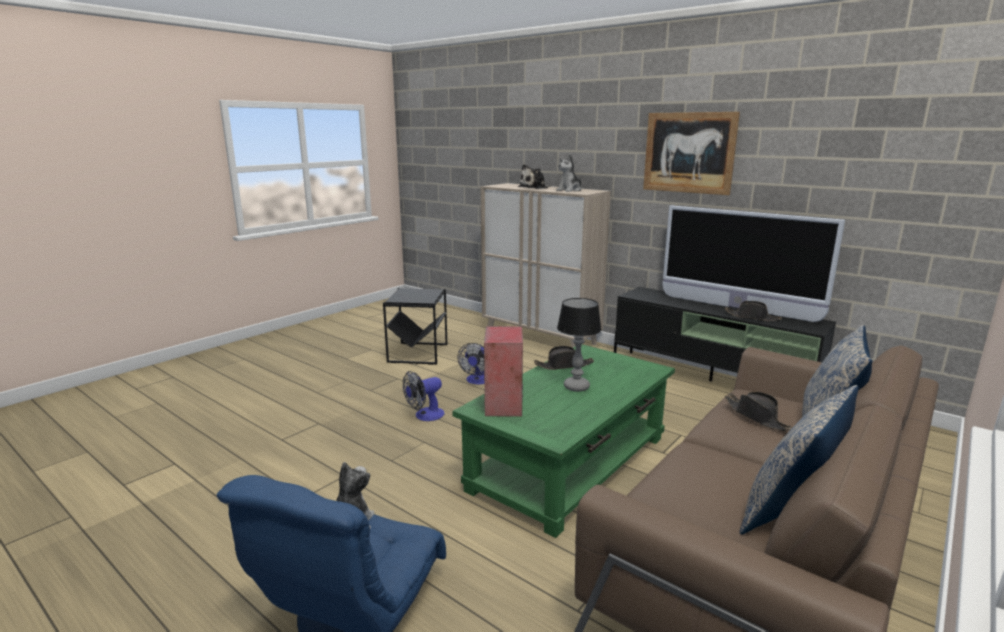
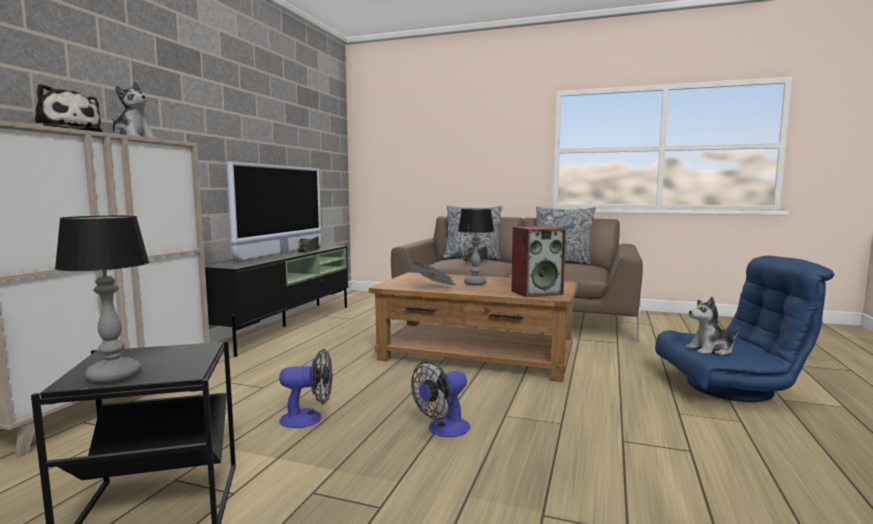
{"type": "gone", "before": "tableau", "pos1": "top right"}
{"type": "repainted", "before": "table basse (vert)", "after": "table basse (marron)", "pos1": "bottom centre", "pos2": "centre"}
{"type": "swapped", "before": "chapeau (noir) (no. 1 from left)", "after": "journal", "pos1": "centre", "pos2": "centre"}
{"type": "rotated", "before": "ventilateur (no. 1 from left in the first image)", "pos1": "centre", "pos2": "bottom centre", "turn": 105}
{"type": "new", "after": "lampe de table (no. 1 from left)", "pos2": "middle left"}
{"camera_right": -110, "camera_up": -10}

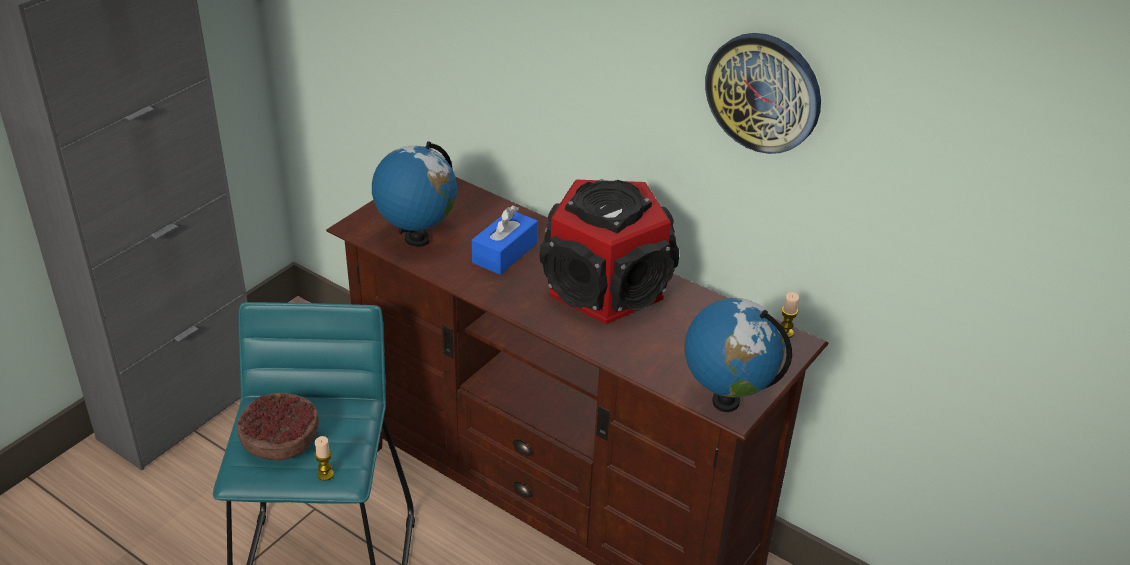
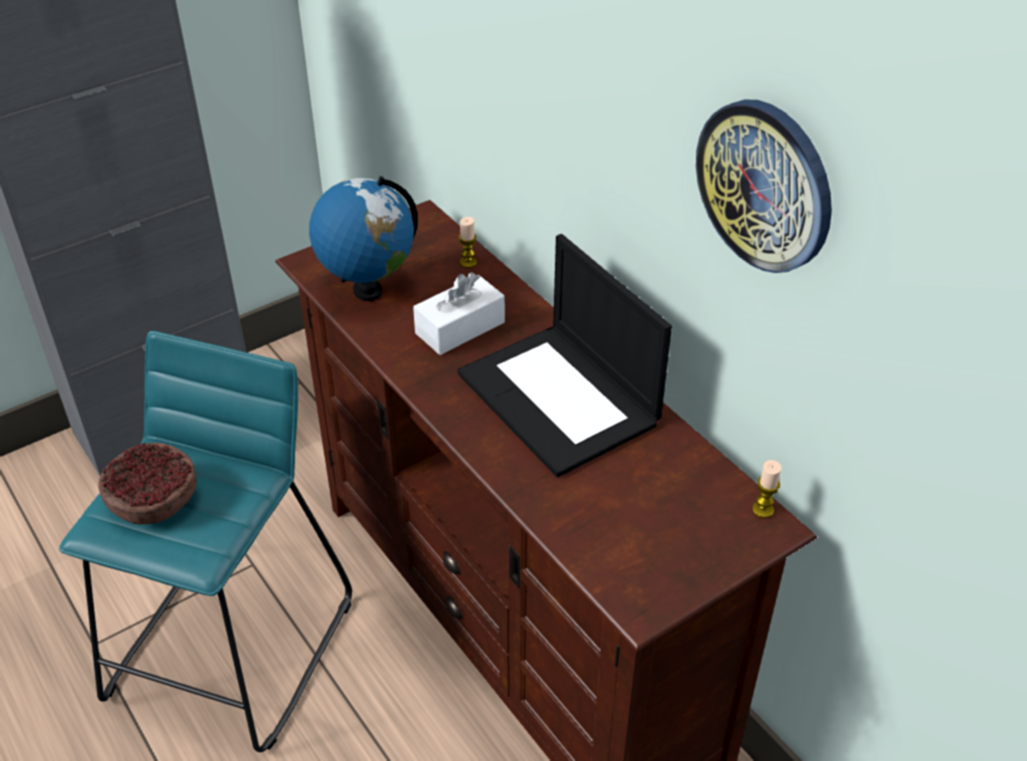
{"type": "swapped", "before": "enceinte", "after": "ordinateur portable", "pos1": "centre", "pos2": "centre"}
{"type": "repainted", "before": "boîte à mouchoirs (bleu)", "after": "boîte à mouchoirs (blanc)", "pos1": "centre", "pos2": "centre"}
{"type": "gone", "before": "globe (no. 2 from left)", "pos1": "centre"}
{"type": "shifted", "before": "bougie (no. 1 from left)", "pos1": "bottom left", "pos2": "top centre"}
{"camera_right": 20, "camera_up": 5}

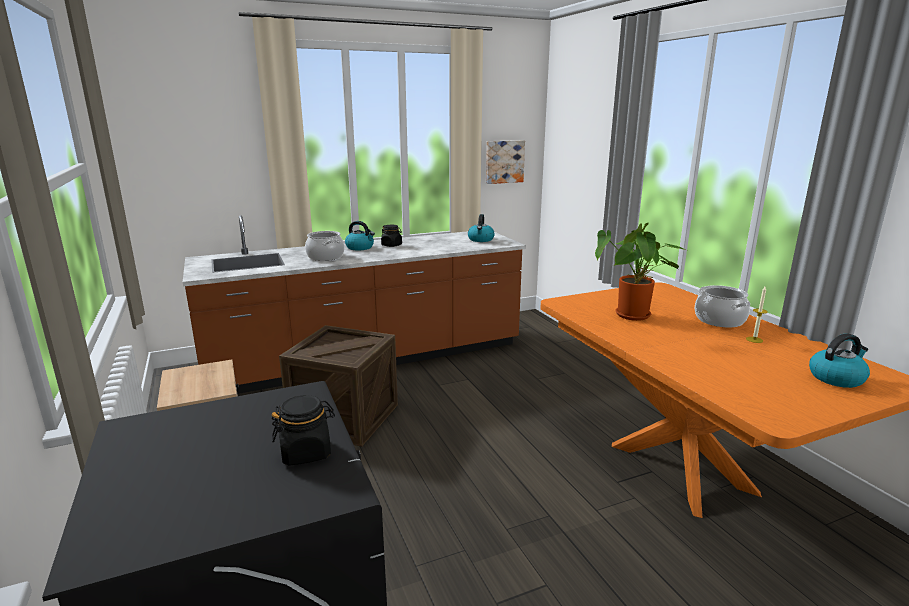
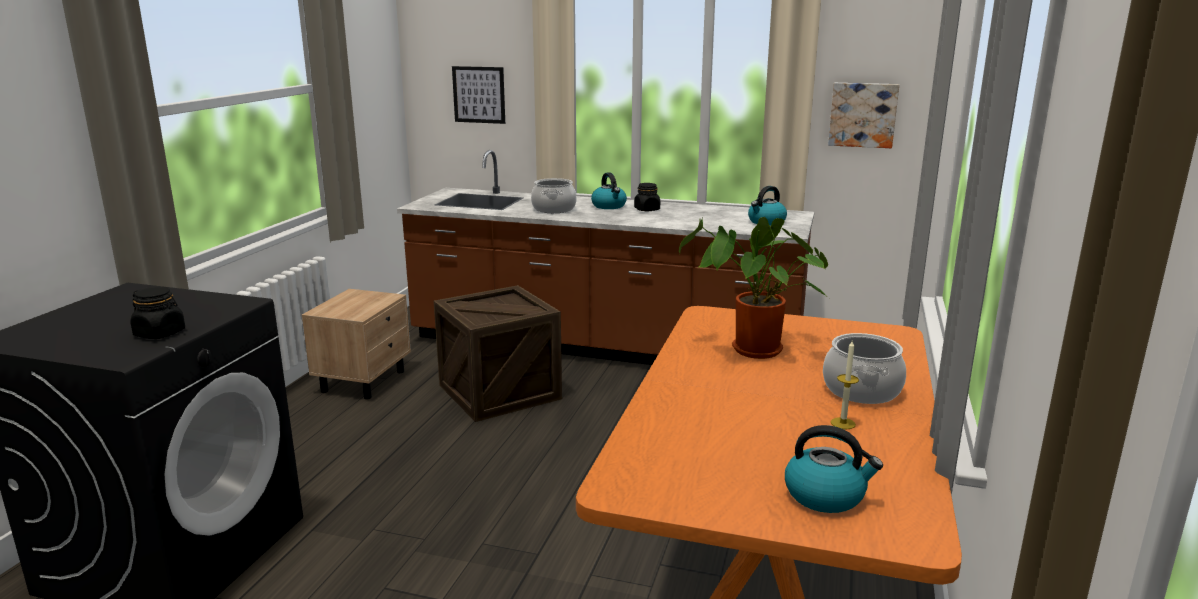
{"type": "new", "after": "tableau (no. 1 from left)", "pos2": "top centre"}
{"camera_right": 40, "camera_up": 0}

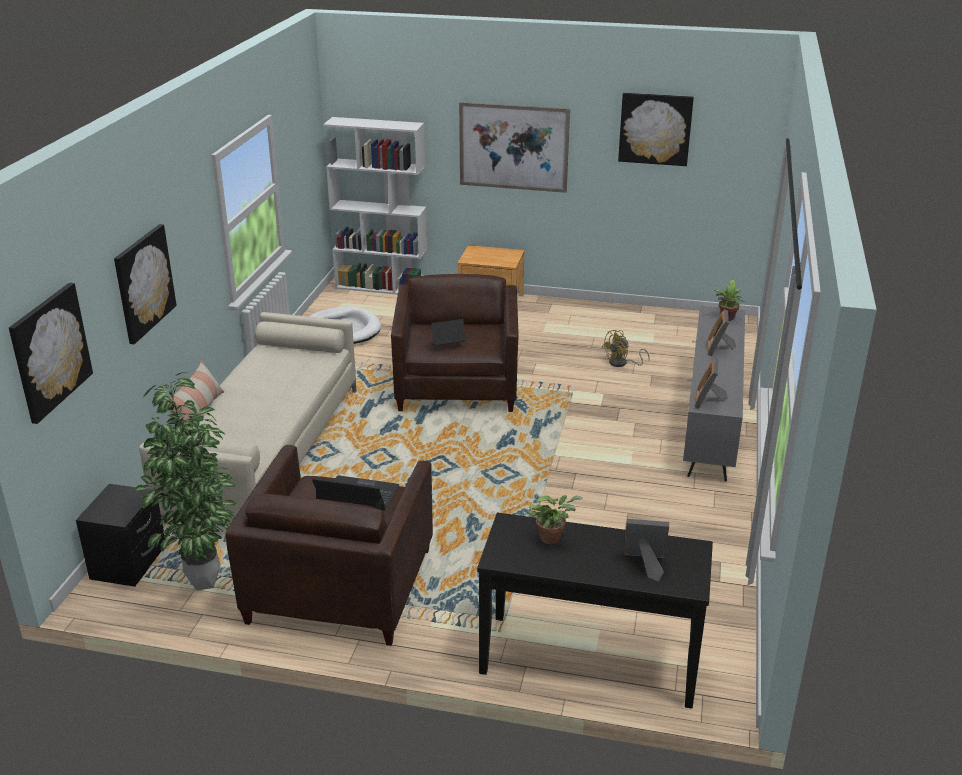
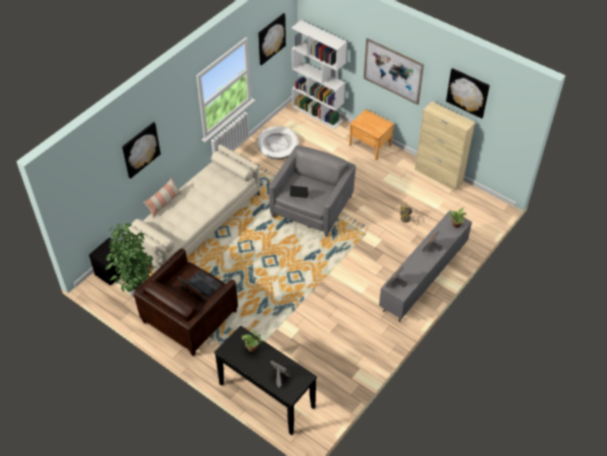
{"type": "repainted", "before": "fauteuil (marron) (no. 2 from left)", "after": "fauteuil (gris)", "pos1": "centre", "pos2": "centre"}
{"type": "shifted", "before": "tableau (no. 1 from left in the first image)", "after": "tableau (no. 2 from left)", "pos1": "middle left", "pos2": "top centre"}
{"type": "new", "after": "meuble de rangement (beige)", "pos2": "top right"}
{"camera_right": 25, "camera_up": 20}

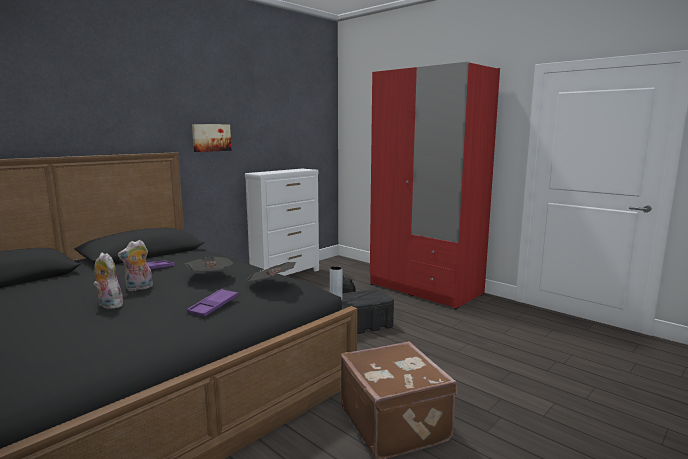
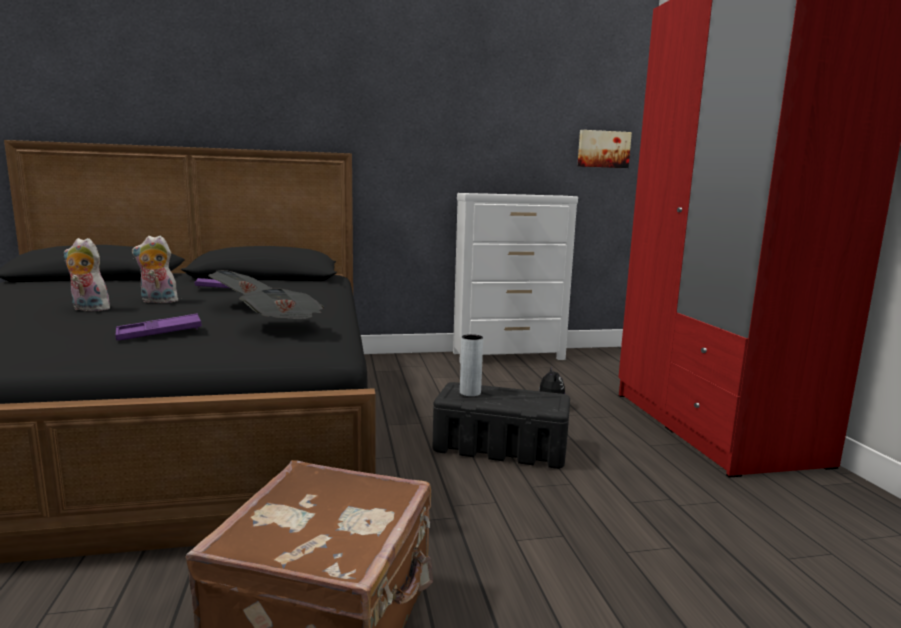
{"type": "shifted", "before": "tableau", "pos1": "top left", "pos2": "top right"}
{"type": "rotated", "before": "peluche (no. 1 from left)", "pos1": "middle left", "pos2": "middle left", "turn": -60}
{"camera_right": 35, "camera_up": 0}

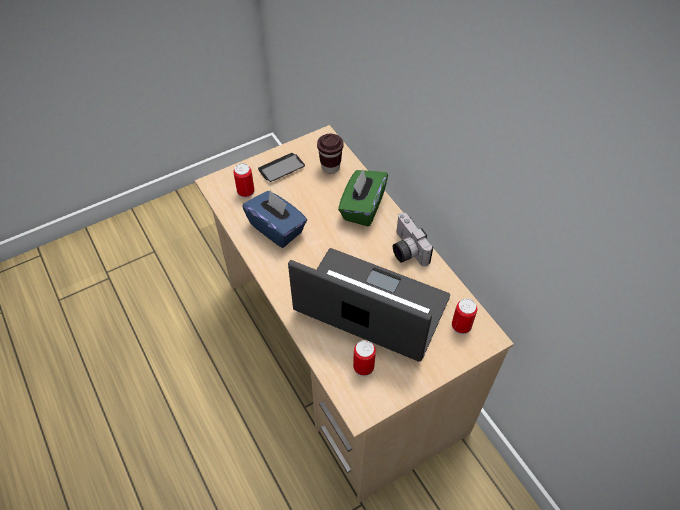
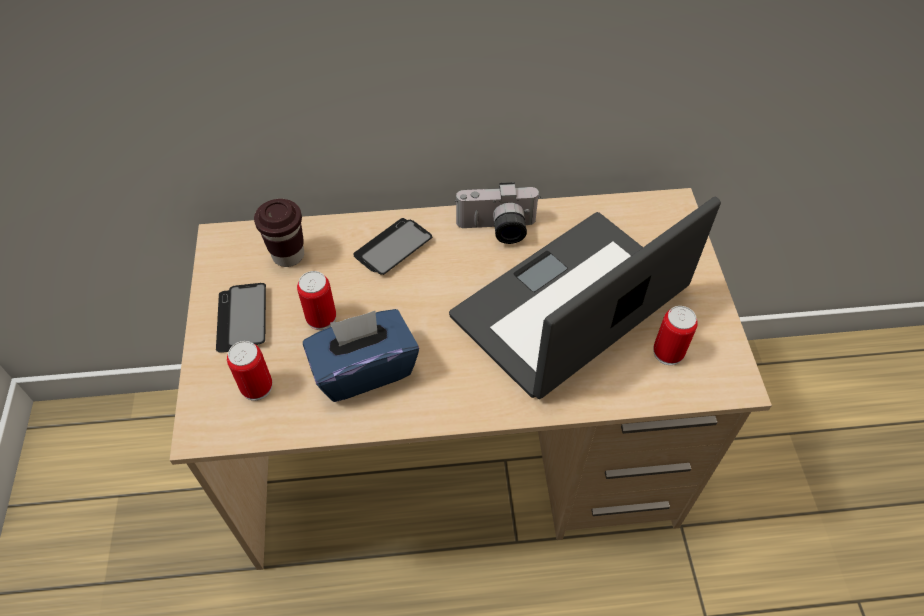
{"type": "swapped", "before": "boîte à mouchoirs (vert)", "after": "téléphone (no. 2 from left)", "pos1": "centre", "pos2": "centre"}
{"type": "shifted", "before": "boîte métallique (no. 3 from left in the first image)", "after": "boîte métallique (no. 2 from left)", "pos1": "middle right", "pos2": "centre"}
{"camera_right": -65, "camera_up": 0}

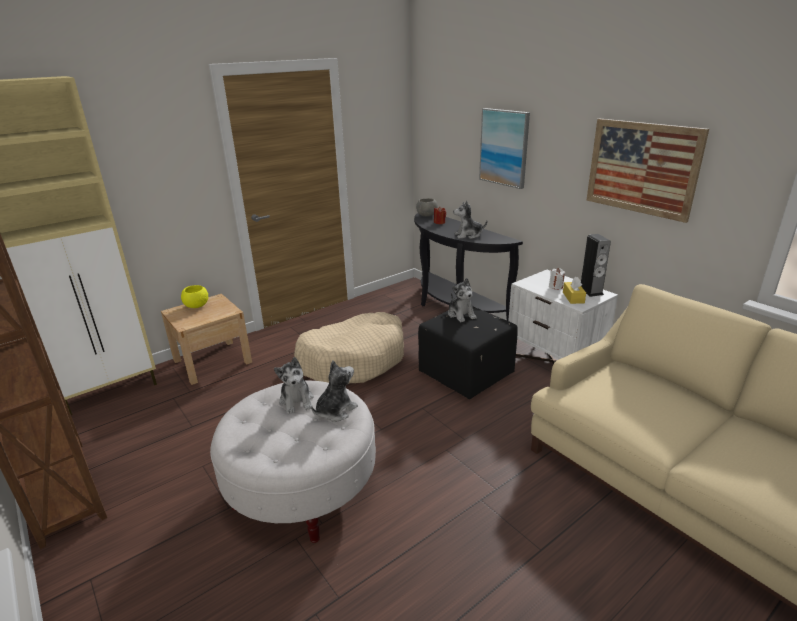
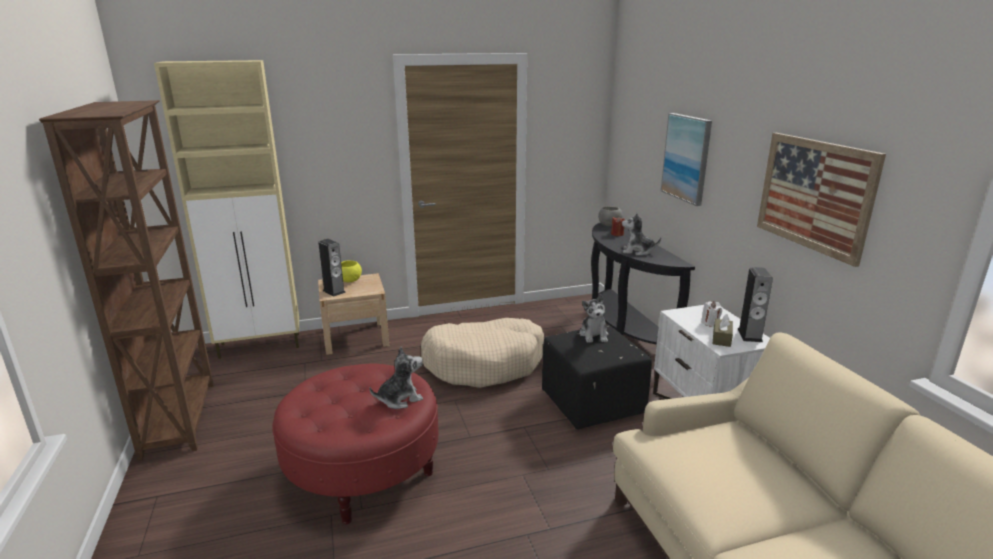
{"type": "repainted", "before": "boîte à mouchoirs (jaune)", "after": "boîte à mouchoirs (marron)", "pos1": "middle right", "pos2": "middle right"}
{"type": "gone", "before": "peluche (no. 1 from left)", "pos1": "centre"}
{"type": "repainted", "before": "pouf (blanc)", "after": "pouf (rouge)", "pos1": "bottom centre", "pos2": "bottom centre"}
{"type": "new", "after": "enceinte (no. 1 from left)", "pos2": "centre"}
{"camera_right": 20, "camera_up": -5}

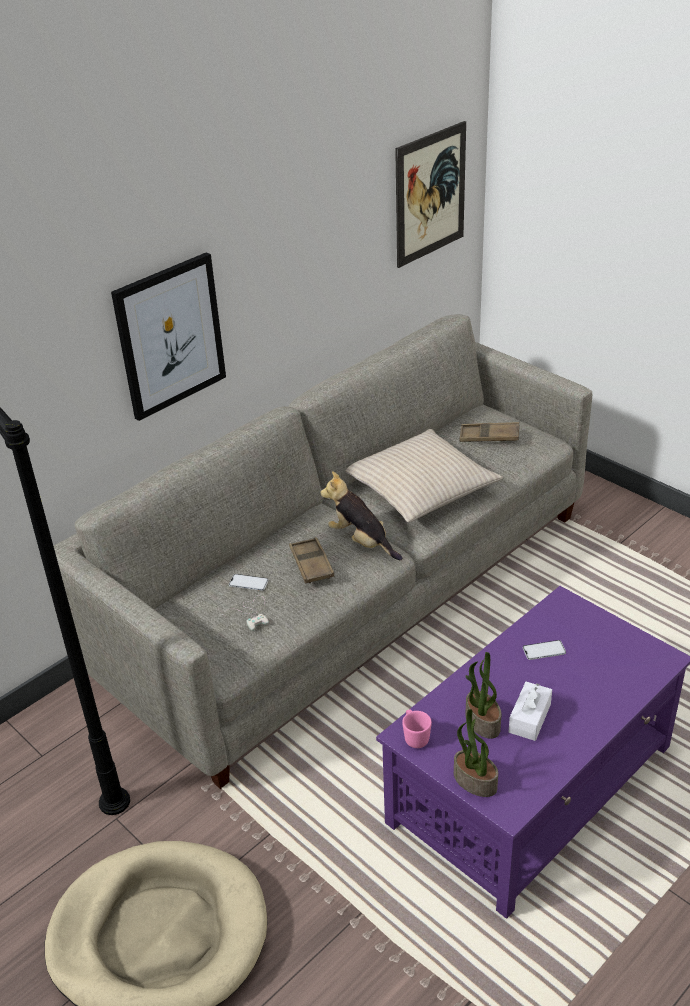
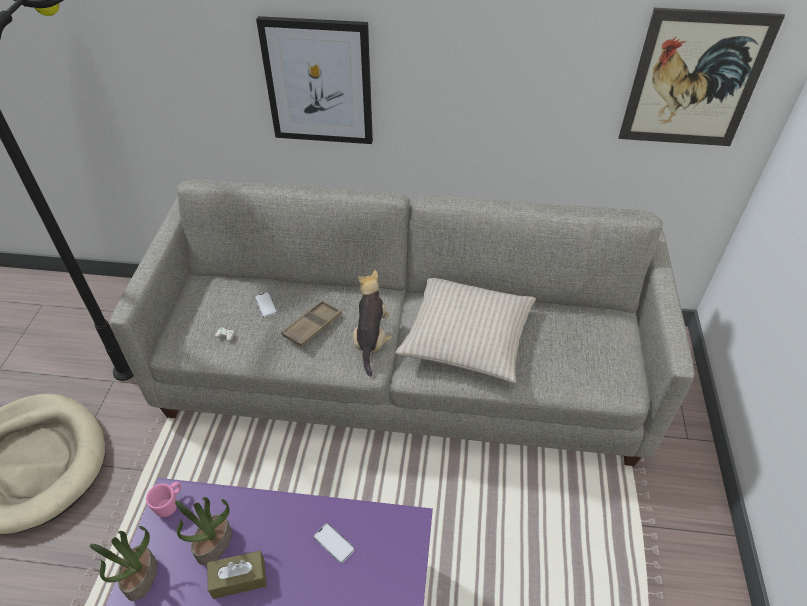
{"type": "gone", "before": "plateau (marron) (no. 2 from left)", "pos1": "middle right"}
{"type": "repainted", "before": "boîte à mouchoirs (blanc)", "after": "boîte à mouchoirs (marron)", "pos1": "bottom right", "pos2": "bottom left"}
{"camera_right": 50, "camera_up": 10}

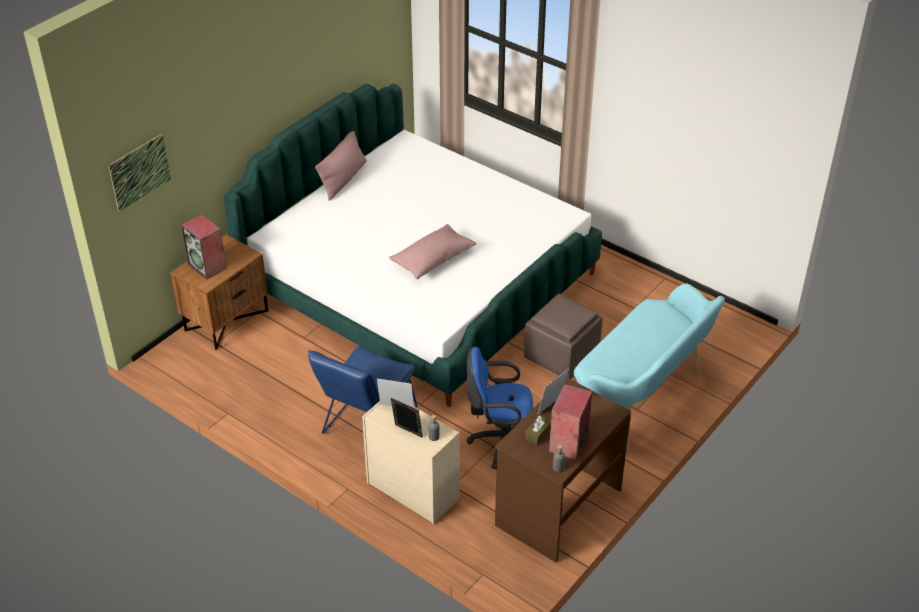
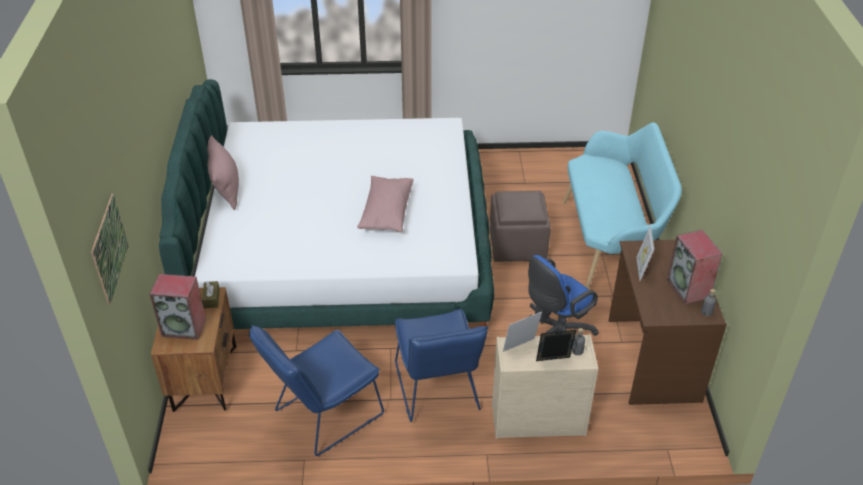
{"type": "shifted", "before": "boîte à mouchoirs (marron)", "pos1": "bottom centre", "pos2": "middle left"}
{"type": "new", "after": "chaise (bleu) (no. 1 from left)", "pos2": "bottom centre"}
{"camera_right": -40, "camera_up": 0}

